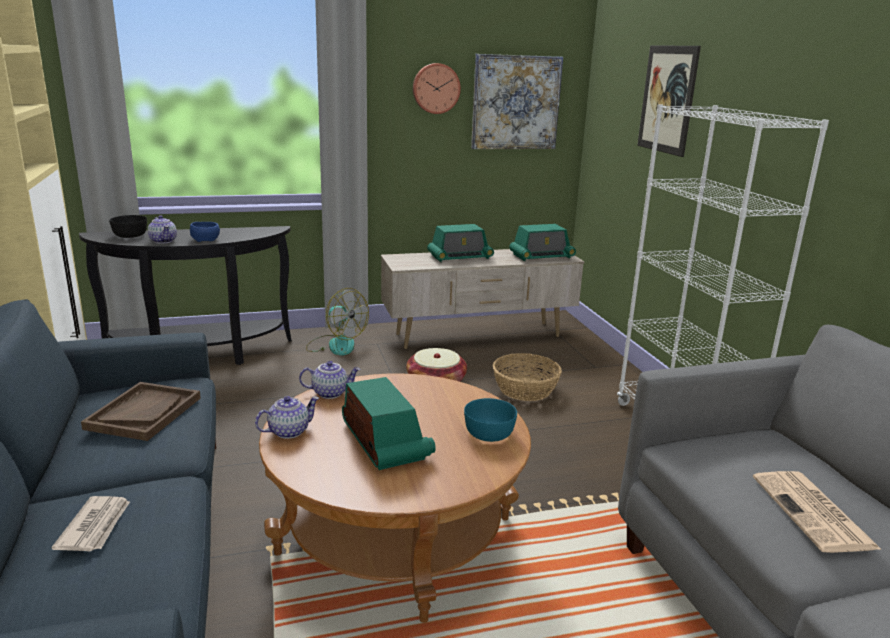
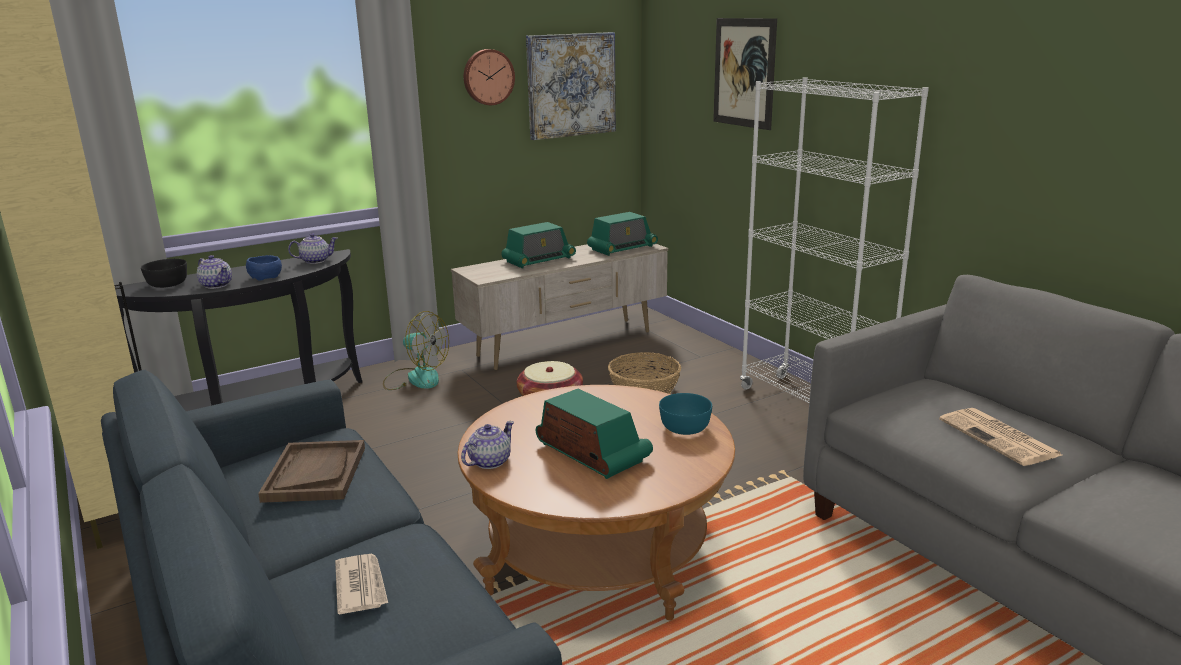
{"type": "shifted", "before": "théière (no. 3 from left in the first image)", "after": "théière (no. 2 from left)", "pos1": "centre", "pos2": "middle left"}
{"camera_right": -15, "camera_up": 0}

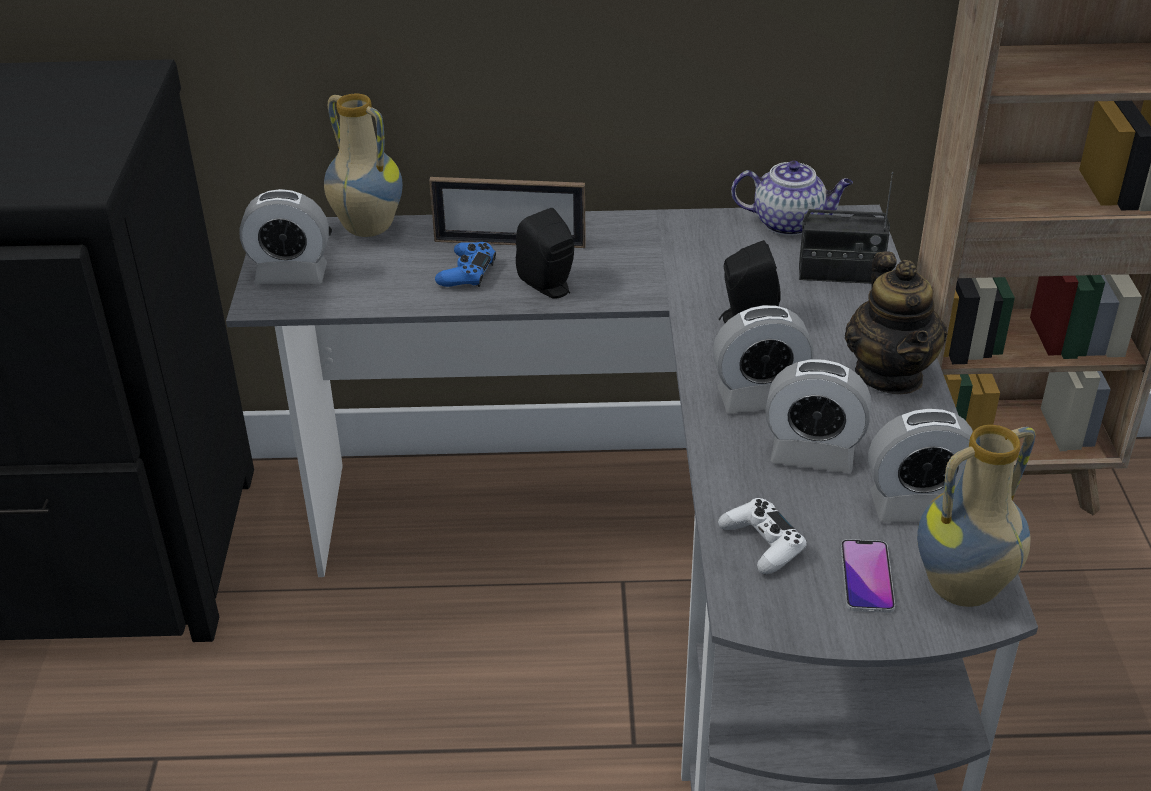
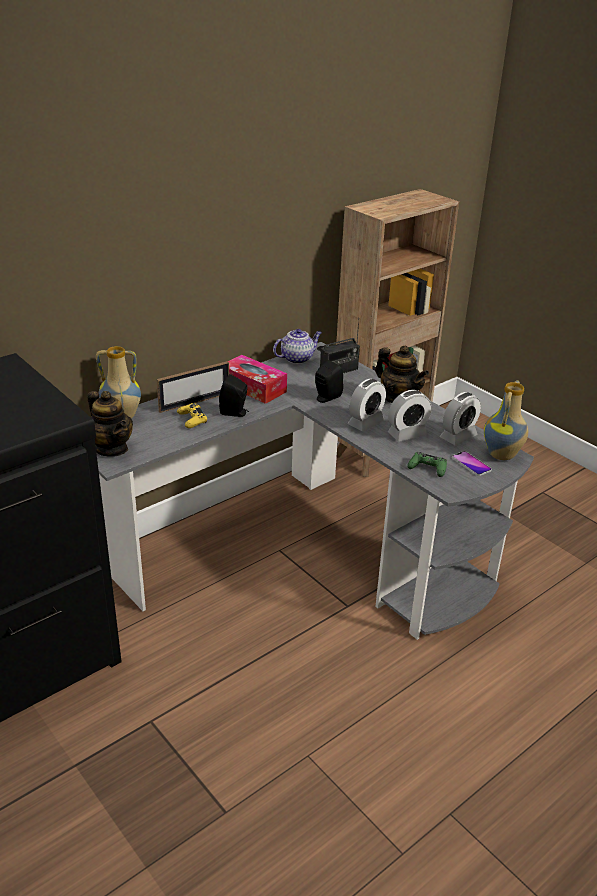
{"type": "swapped", "before": "réveil (no. 1 from left)", "after": "théière (no. 1 from left)", "pos1": "top left", "pos2": "middle left"}
{"type": "repainted", "before": "manette (bleu)", "after": "manette (jaune)", "pos1": "centre", "pos2": "middle left"}
{"type": "repainted", "before": "manette (blanc)", "after": "manette (vert)", "pos1": "bottom centre", "pos2": "middle right"}
{"type": "new", "after": "boîte à mouchoirs", "pos2": "centre"}
{"camera_right": -40, "camera_up": -5}

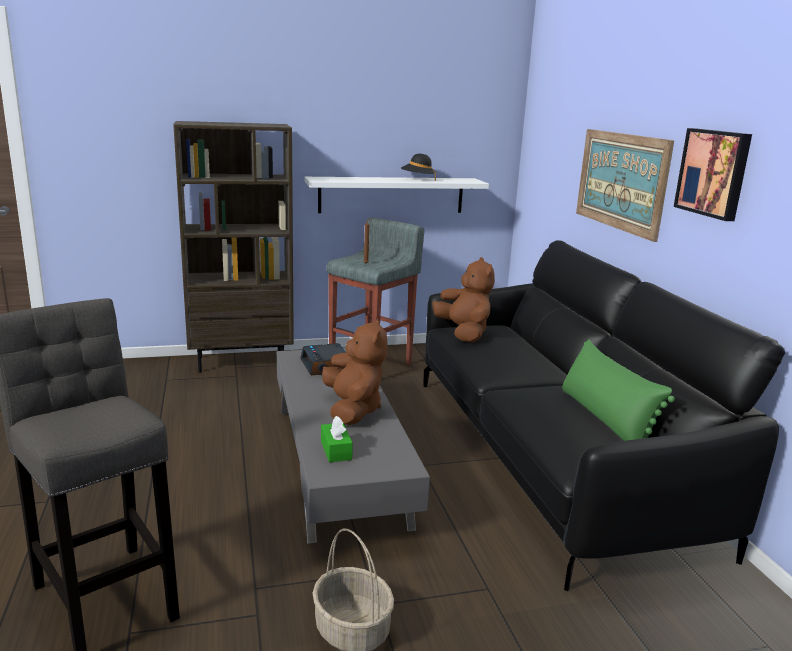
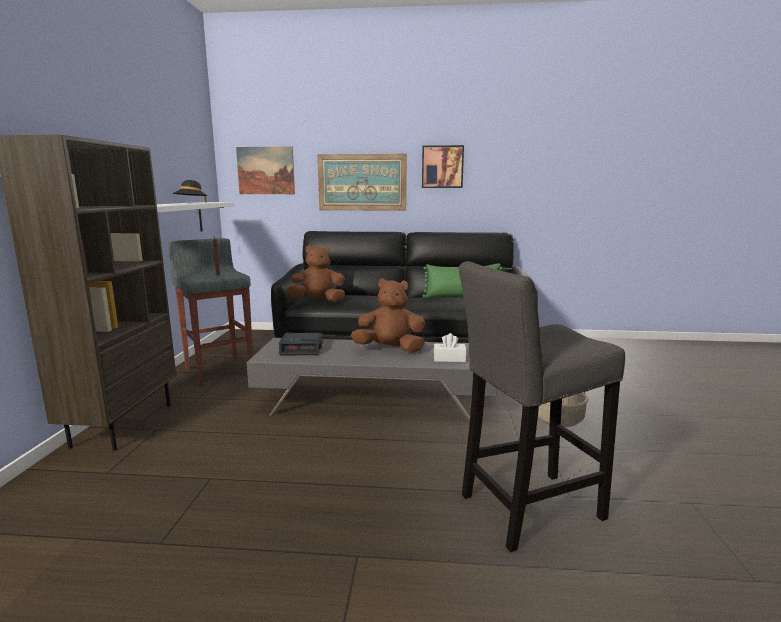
{"type": "repainted", "before": "boîte à mouchoirs (vert)", "after": "boîte à mouchoirs (blanc)", "pos1": "bottom centre", "pos2": "centre"}
{"type": "new", "after": "tableau (no. 1 from left)", "pos2": "top centre"}
{"camera_right": -70, "camera_up": -5}

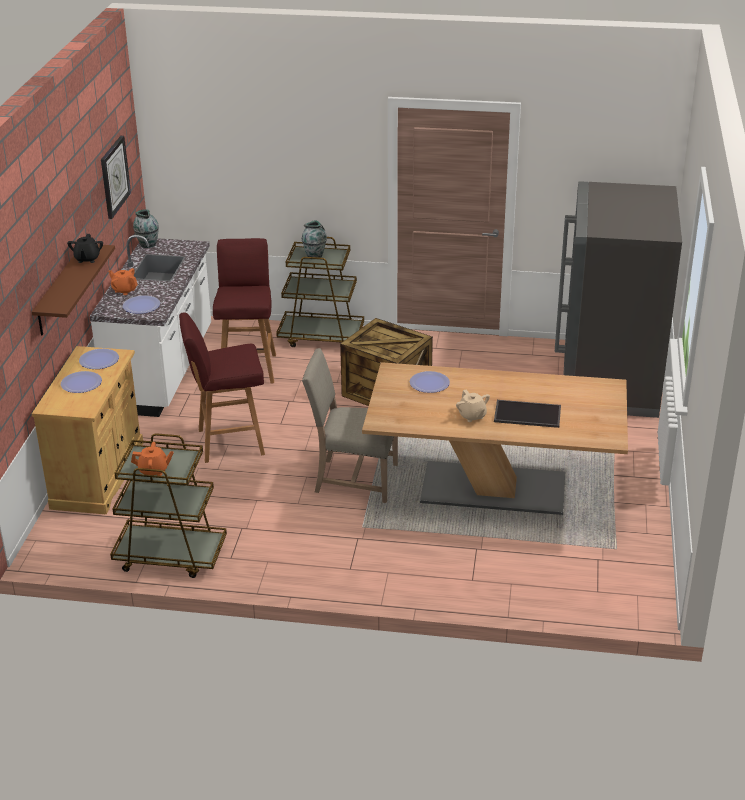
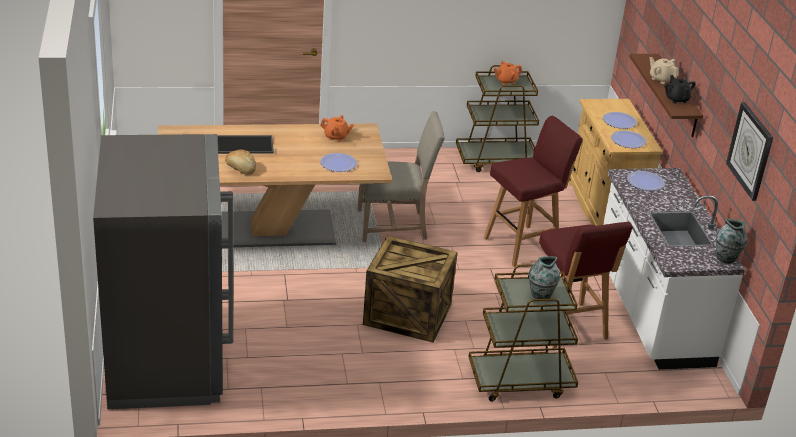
{"type": "shifted", "before": "théière (orange) (no. 1 from left)", "pos1": "middle left", "pos2": "top centre"}
{"type": "shifted", "before": "théière (beige)", "pos1": "centre", "pos2": "top right"}
{"type": "new", "after": "pain", "pos2": "middle left"}
{"camera_right": 160, "camera_up": 0}

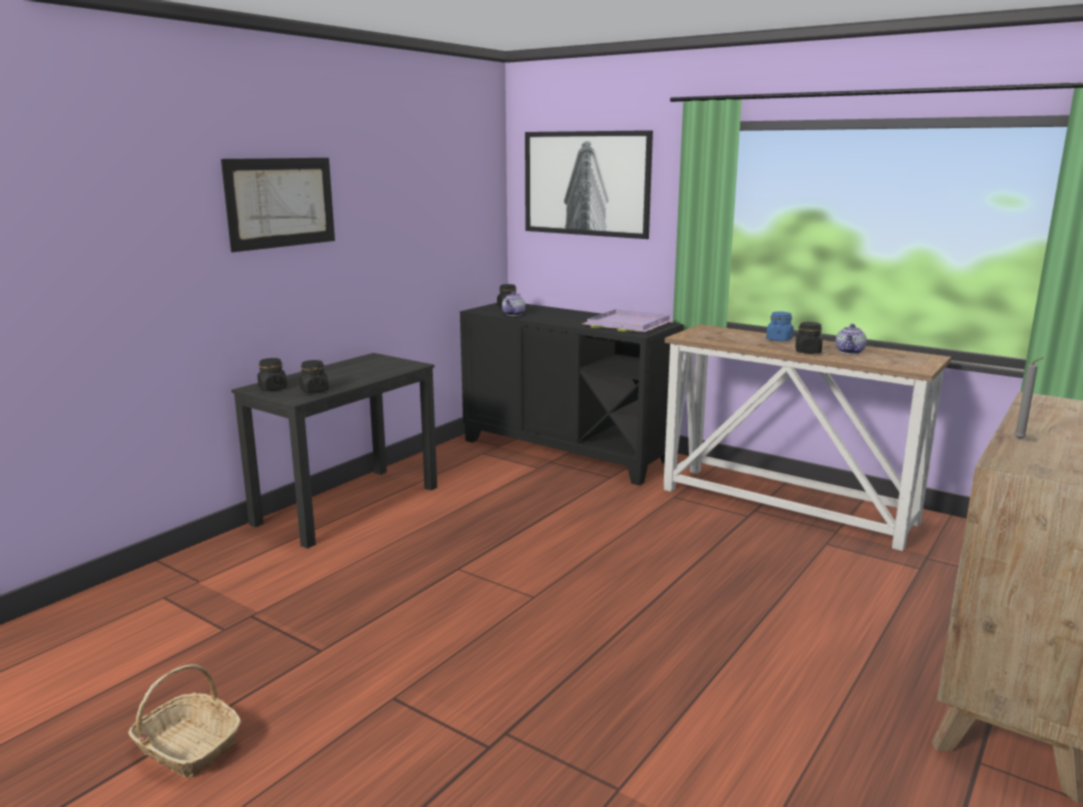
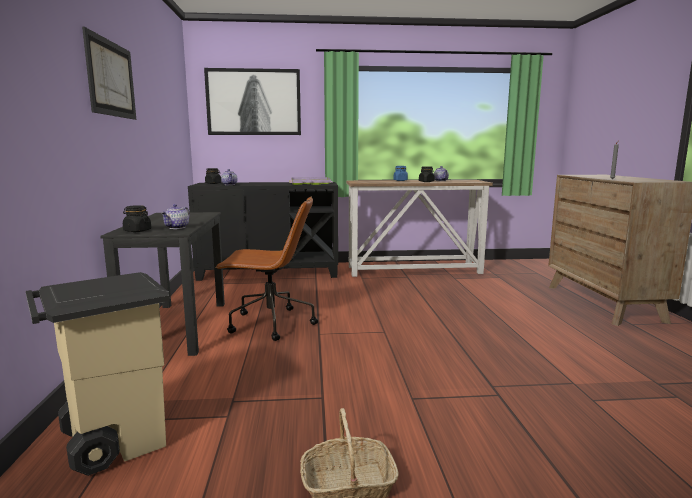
{"type": "swapped", "before": "bocal (noir) (no. 2 from left)", "after": "théière (no. 1 from left)", "pos1": "middle left", "pos2": "middle left"}
{"type": "new", "after": "chaise de bureau (marron)", "pos2": "centre"}
{"type": "new", "after": "poubelle (beige)", "pos2": "bottom left"}
{"camera_right": -40, "camera_up": -5}

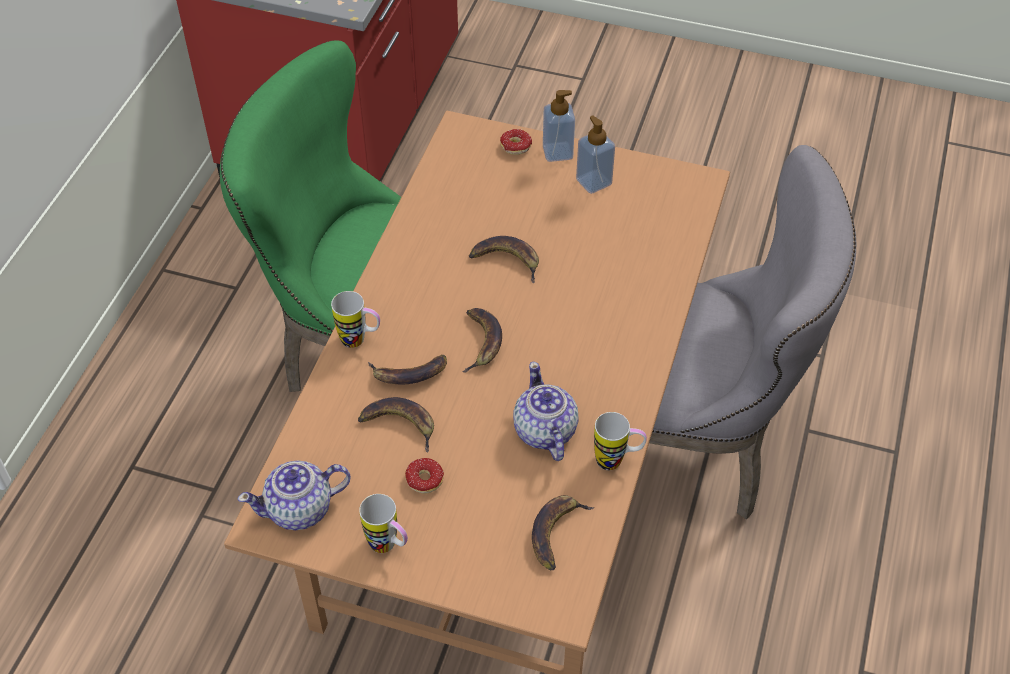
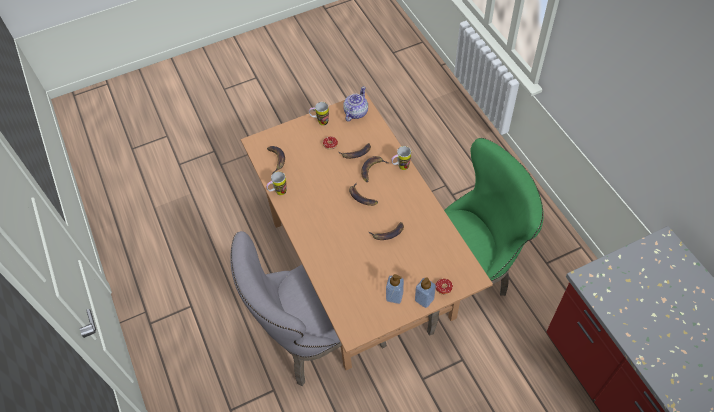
{"type": "gone", "before": "théière (no. 2 from left)", "pos1": "centre"}
{"camera_right": 140, "camera_up": 5}

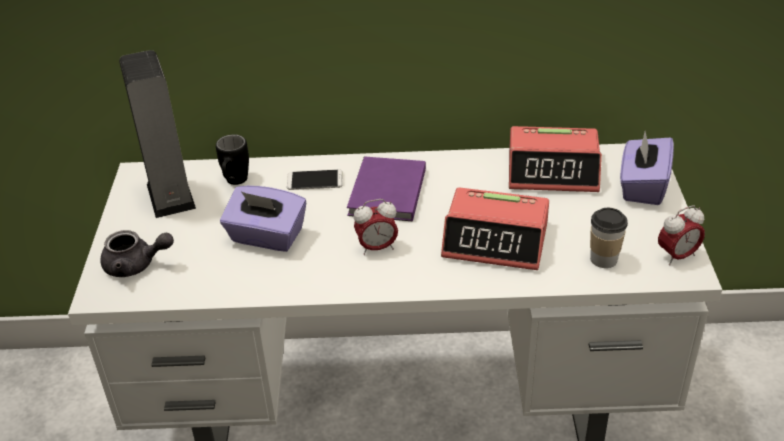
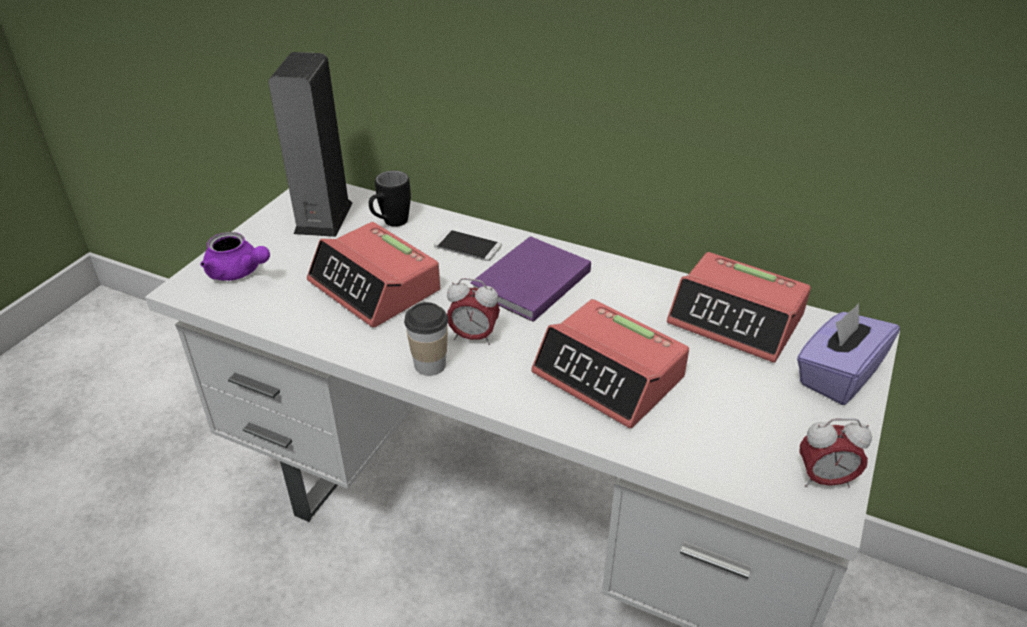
{"type": "swapped", "before": "boîte à mouchoirs (violet) (no. 1 from left)", "after": "réveil (no. 1 from left)", "pos1": "centre", "pos2": "centre"}
{"type": "shifted", "before": "tasse", "pos1": "middle right", "pos2": "centre"}
{"type": "repainted", "before": "théière (gris)", "after": "théière (violet)", "pos1": "middle left", "pos2": "middle left"}
{"camera_right": 25, "camera_up": 0}

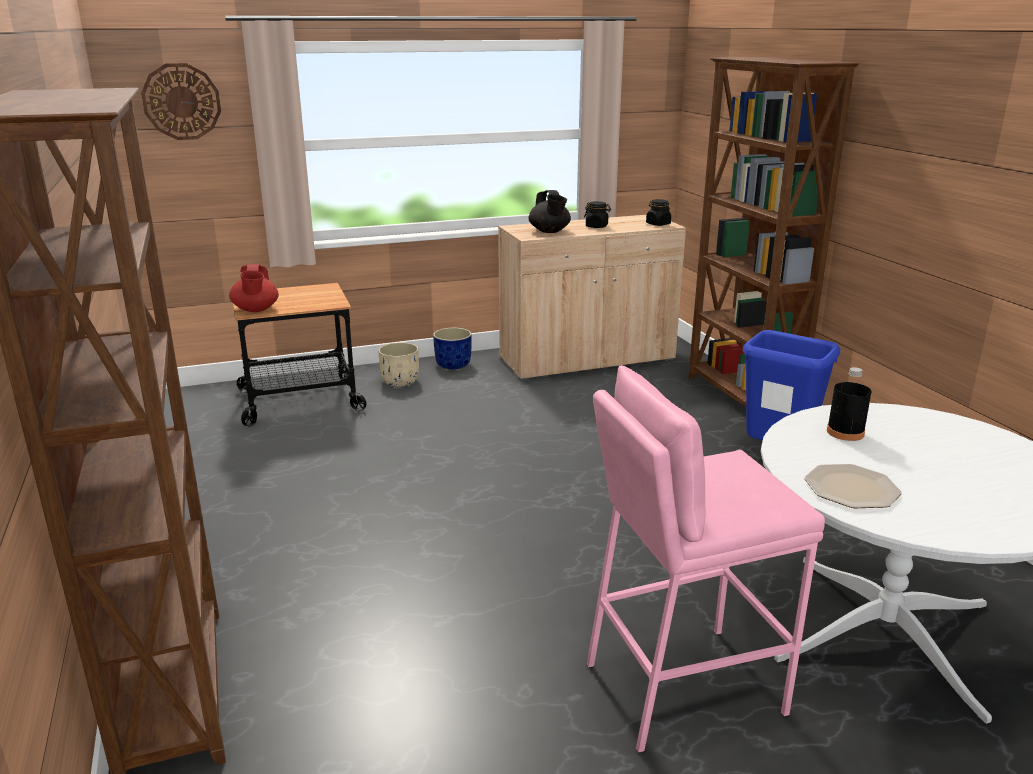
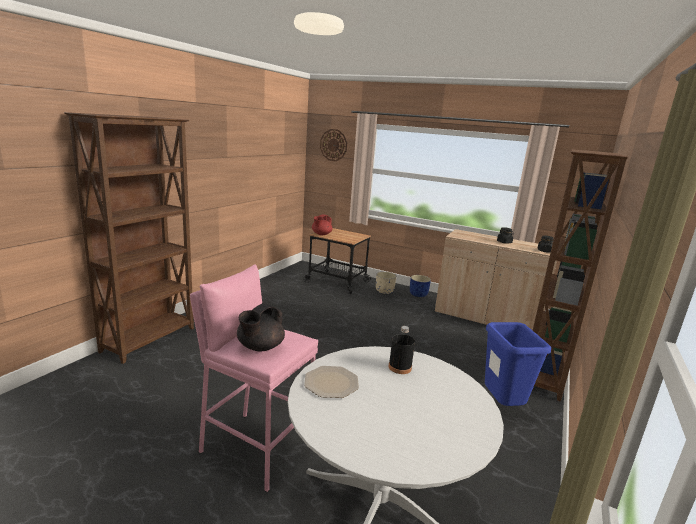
{"type": "shifted", "before": "théière (noir)", "pos1": "top centre", "pos2": "centre"}
{"camera_right": 45, "camera_up": -5}

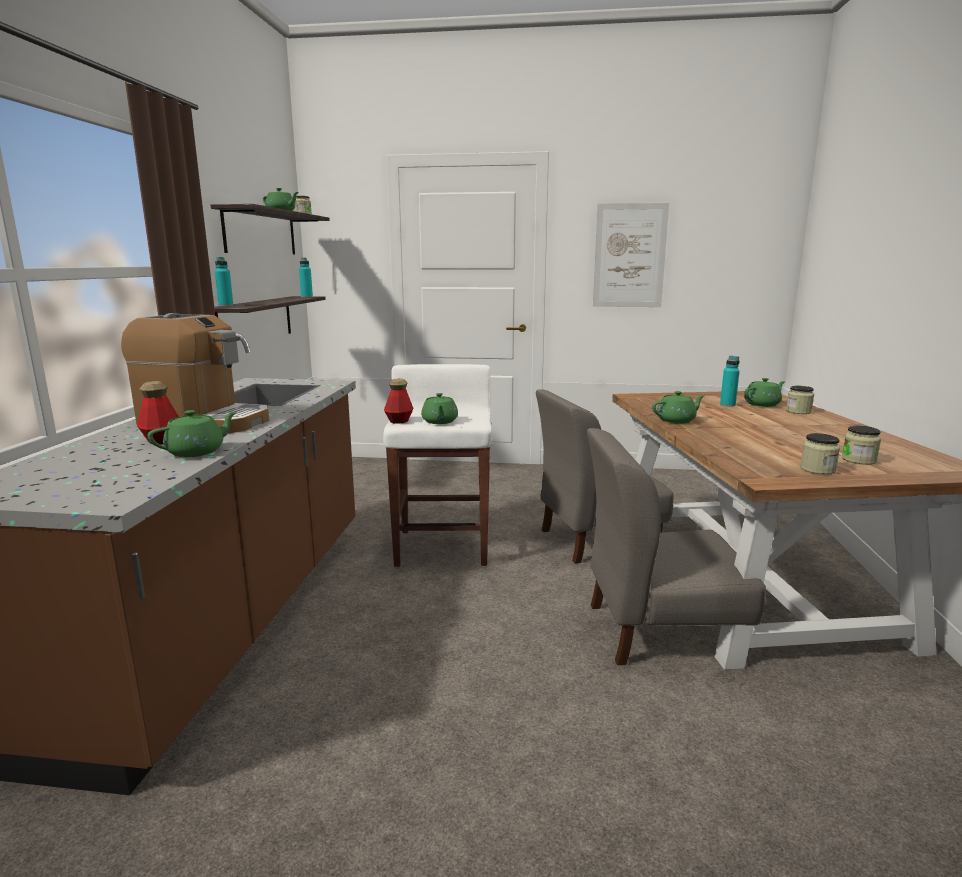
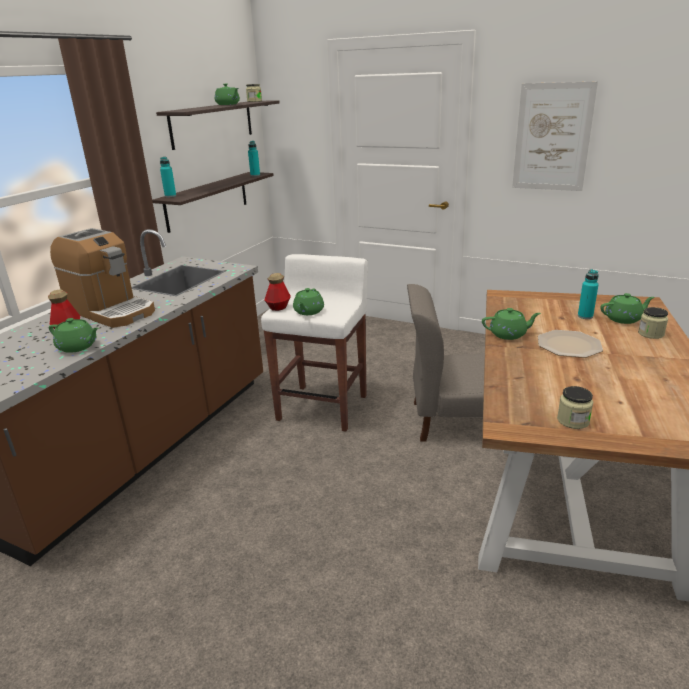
{"type": "rotated", "before": "théière (vert) (no. 1 from left)", "pos1": "middle left", "pos2": "middle left", "turn": 45}
{"type": "gone", "before": "bocal (no. 4 from left)", "pos1": "middle right"}
{"type": "gone", "before": "chaise (gris) (no. 2 from left)", "pos1": "middle right"}
{"type": "new", "after": "assiette", "pos2": "middle right"}
{"camera_right": 20, "camera_up": 10}

